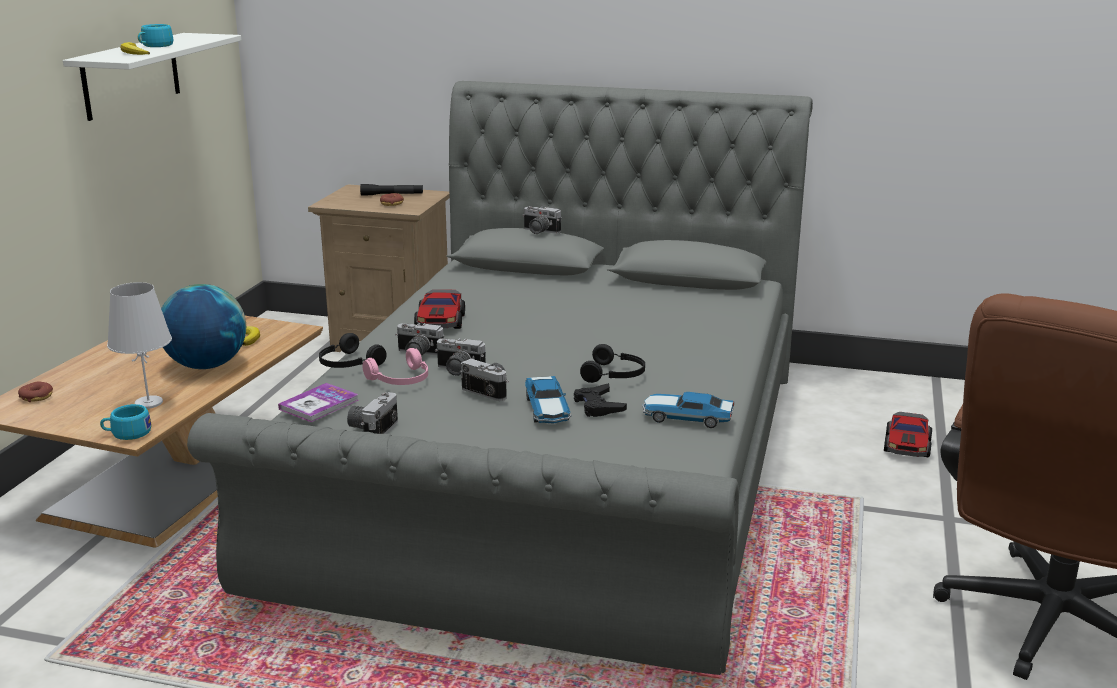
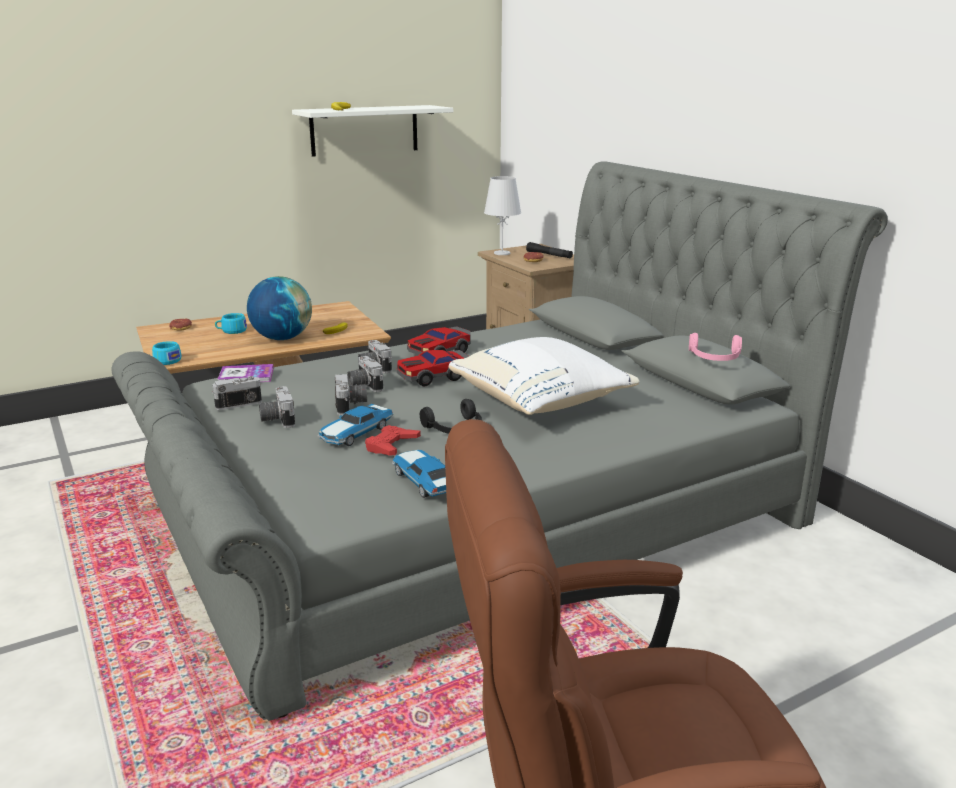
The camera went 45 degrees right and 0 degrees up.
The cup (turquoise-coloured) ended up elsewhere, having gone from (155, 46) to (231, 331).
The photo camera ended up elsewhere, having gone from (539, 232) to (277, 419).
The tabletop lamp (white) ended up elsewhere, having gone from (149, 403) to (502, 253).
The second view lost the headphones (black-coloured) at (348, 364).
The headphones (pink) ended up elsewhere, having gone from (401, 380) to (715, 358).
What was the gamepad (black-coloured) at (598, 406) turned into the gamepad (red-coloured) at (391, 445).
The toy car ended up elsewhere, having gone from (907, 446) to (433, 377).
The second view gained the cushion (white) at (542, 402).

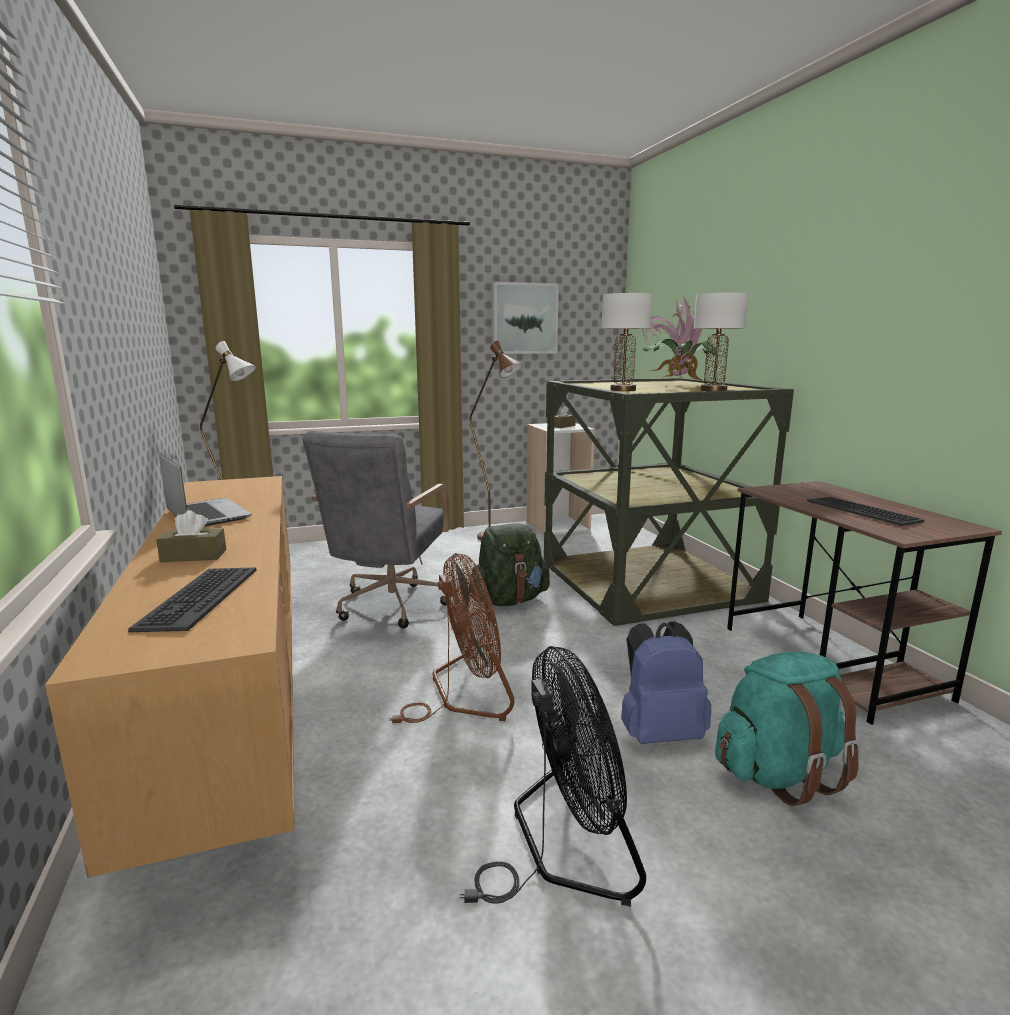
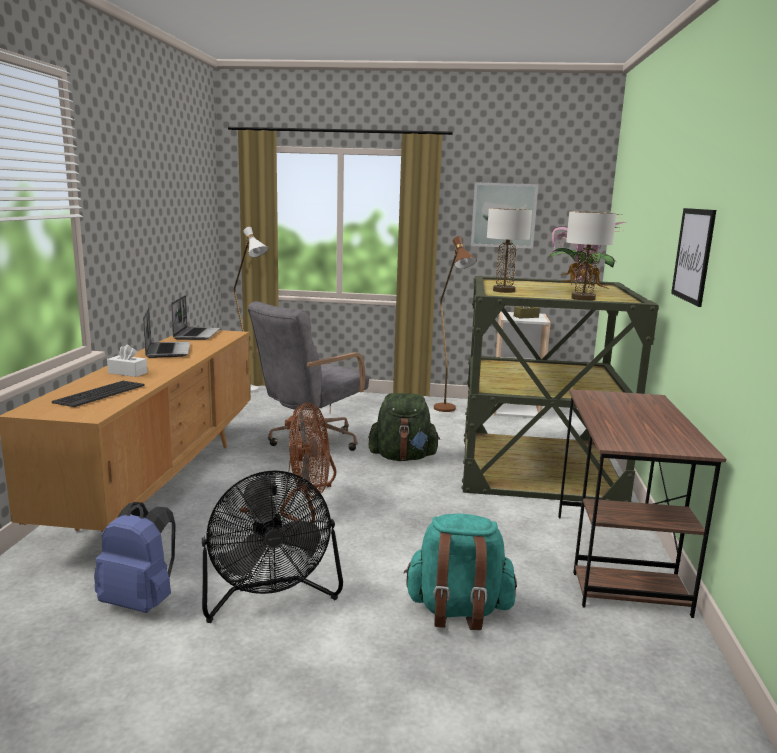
The camera went 25 degrees right and 0 degrees up.
The second view lost the computer keyboard at (863, 511).
What was the tissue box (brown-coloured) at (194, 556) turned into the tissue box (white) at (128, 373).
The backpack (blue-coloured) ended up elsewhere, having gone from (659, 733) to (141, 601).
The electric fan (black-coloured) at (555, 842) ended up facing another way, 60 degrees clockwise from before.
The second view gained the wall art at (693, 255).
The second view gained the laptop at (196, 334).

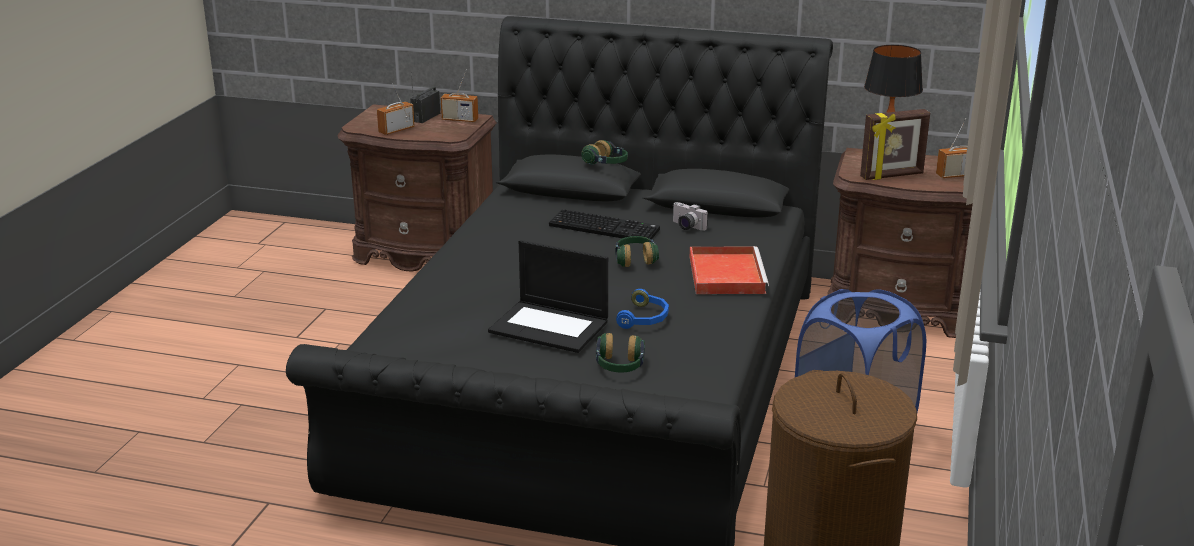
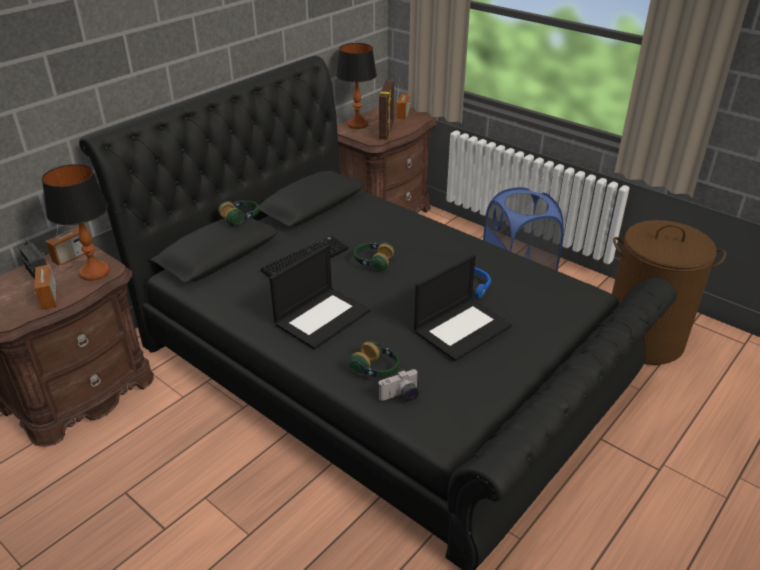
The camera went 65 degrees left and 10 degrees up.
The photo camera ended up elsewhere, having gone from (686, 227) to (400, 396).
The second view lost the tray (red-coloured) at (725, 274).
The headphones ended up elsewhere, having gone from (619, 366) to (376, 369).
The second view gained the tabletop lamp at (95, 272).
The second view gained the laptop at (322, 317).

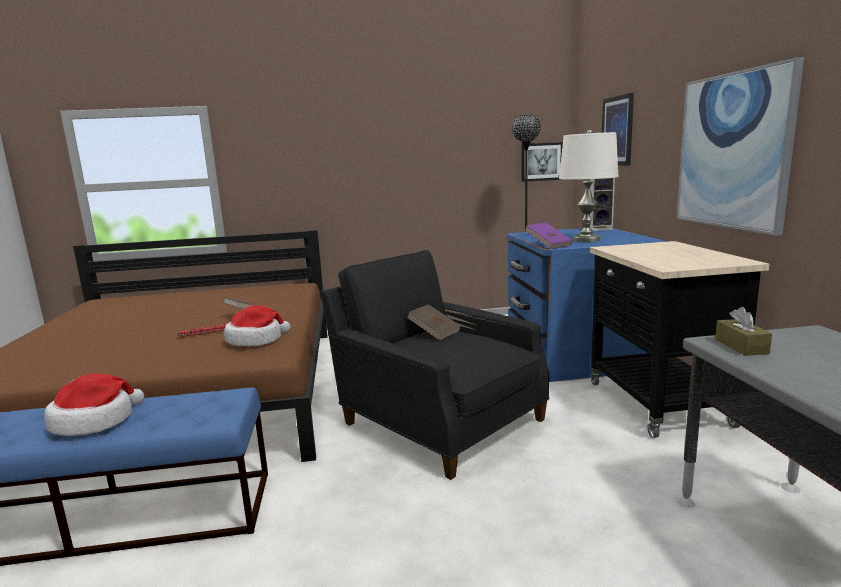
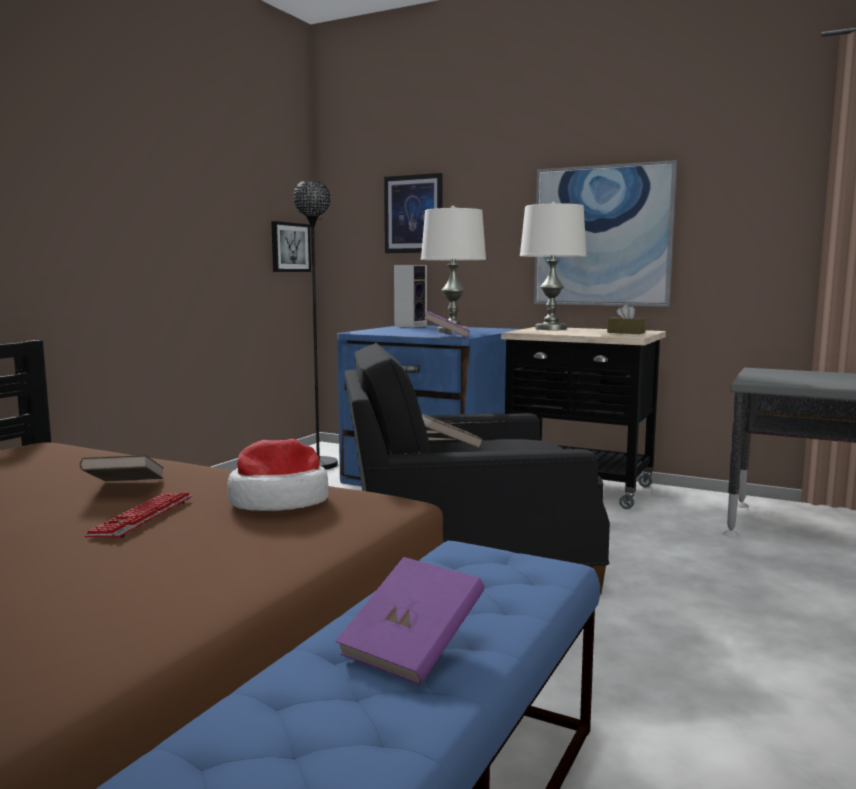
The camera went 55 degrees left and 5 degrees down.
The tissue box (brown-coloured) ended up elsewhere, having gone from (741, 346) to (626, 332).
Where the wearable hat stood at (95, 421), the bound book (purple) came to stand at (412, 648).
The second view gained the tabletop lamp (white) at (550, 329).

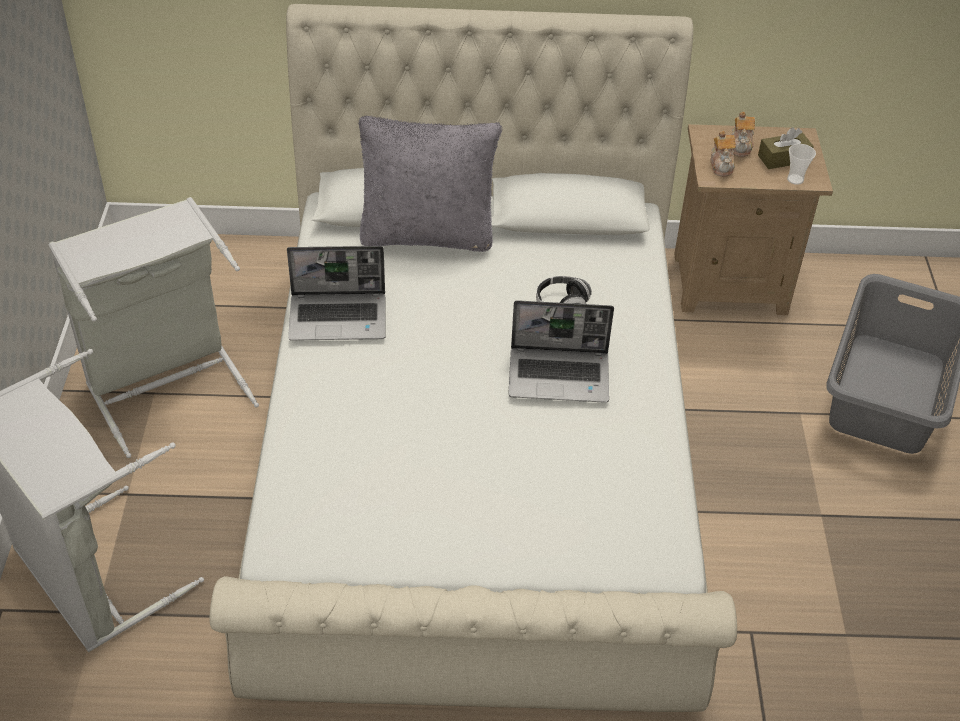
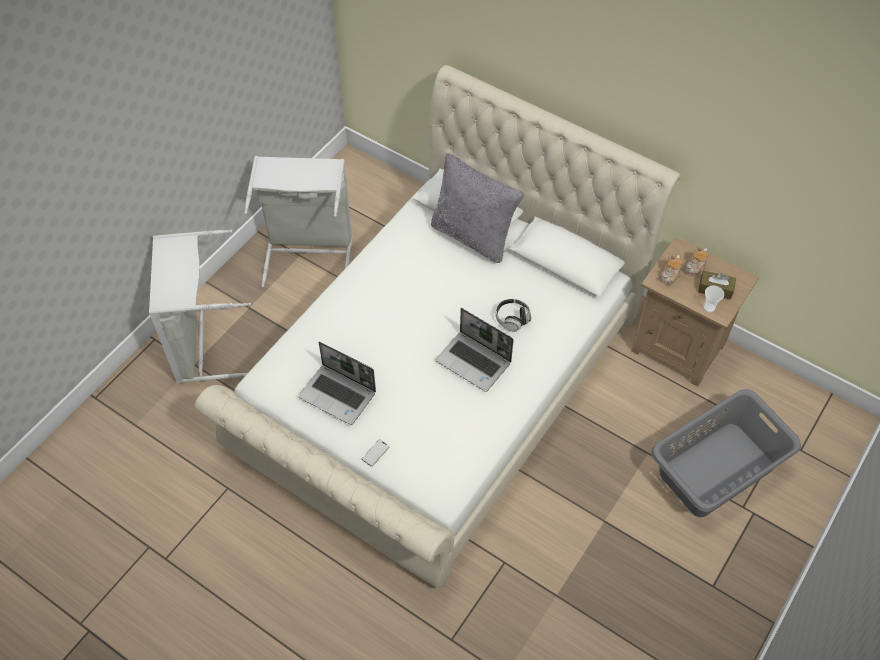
The camera went 35 degrees right and 10 degrees up.
The laptop ended up elsewhere, having gone from (339, 317) to (338, 395).
The second view gained the phone at (375, 453).

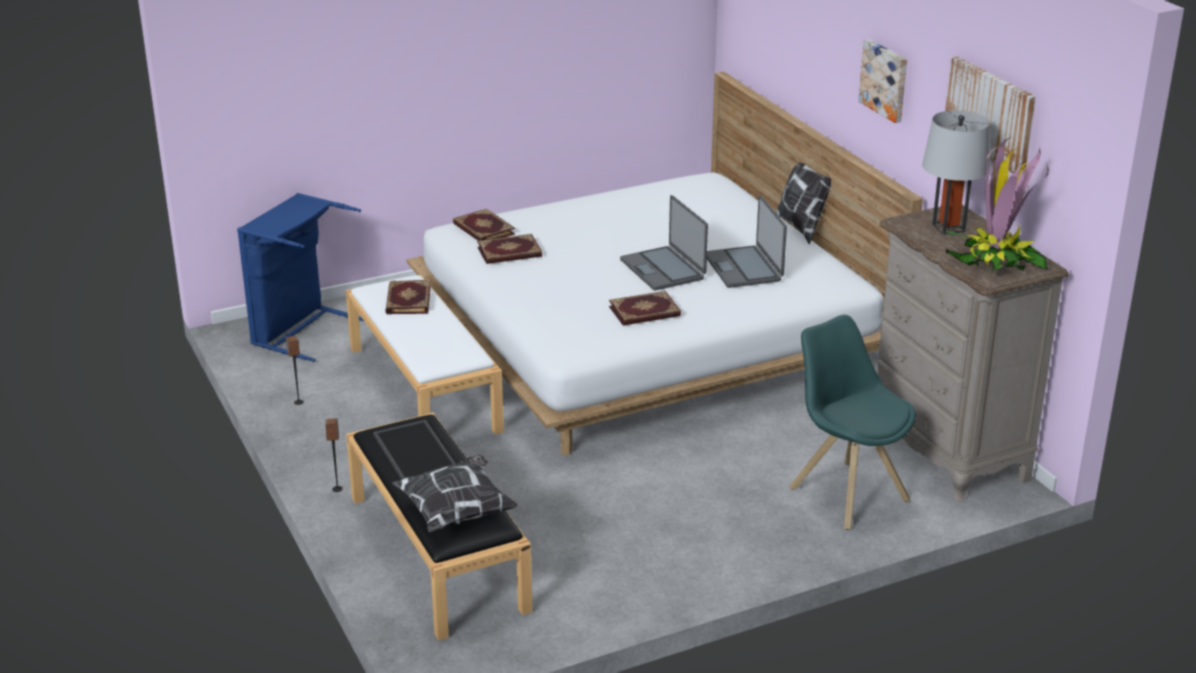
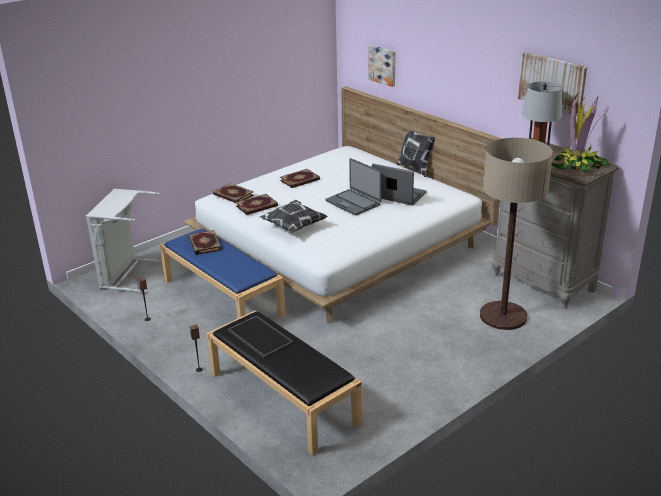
The camera went 15 degrees left and 0 degrees up.
The wall art ended up elsewhere, having gone from (885, 80) to (383, 65).
What was the hamper (blue-coloured) at (301, 330) turned into the hamper (gray) at (128, 274).
The laptop at (744, 268) ended up facing another way, 150 degrees clockwise from before.
What was the indoor bench (white) at (425, 389) turned into the indoor bench (blue-coloured) at (224, 297).
The bound book ended up elsewhere, having gone from (645, 312) to (300, 180).
Where the chair (turquoise-coloured) stood at (847, 493), the standard lamp came to stand at (503, 316).
The cushion ended up elsewhere, having gone from (457, 511) to (294, 226).

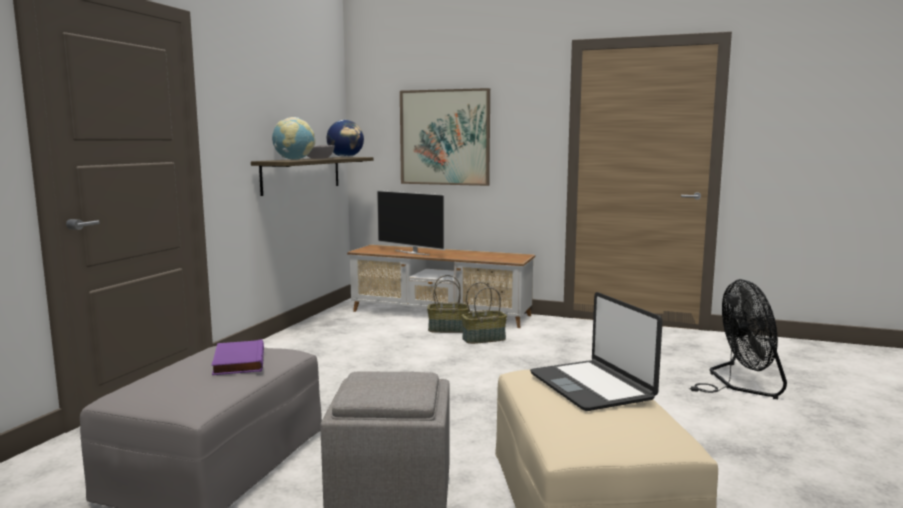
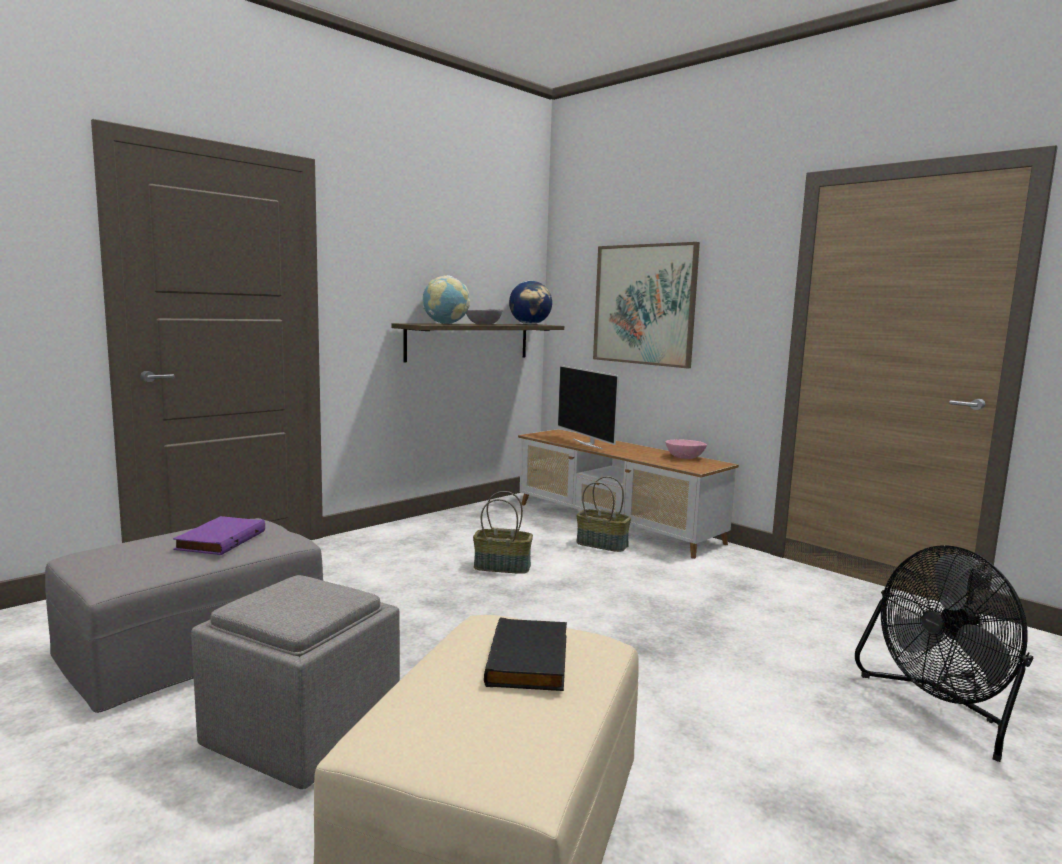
The camera went 25 degrees right and 0 degrees up.
The electric fan (black-coloured) at (735, 382) ended up facing another way, 135 degrees clockwise from before.
The household basket ended up elsewhere, having gone from (484, 339) to (503, 566).
Where the laptop stood at (592, 386), the bound book (black-coloured) came to stand at (531, 661).
The second view gained the bowl (pink) at (684, 457).

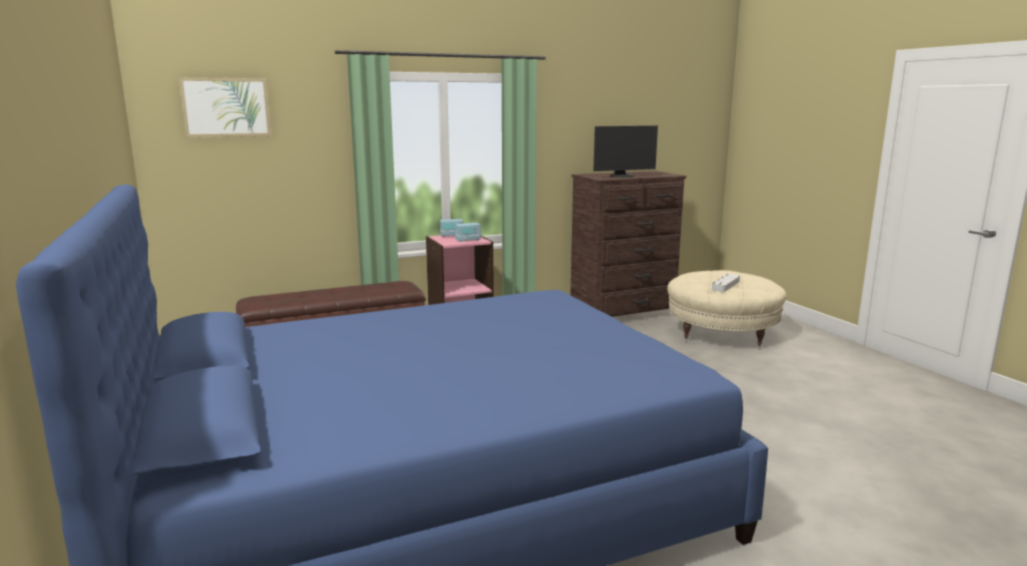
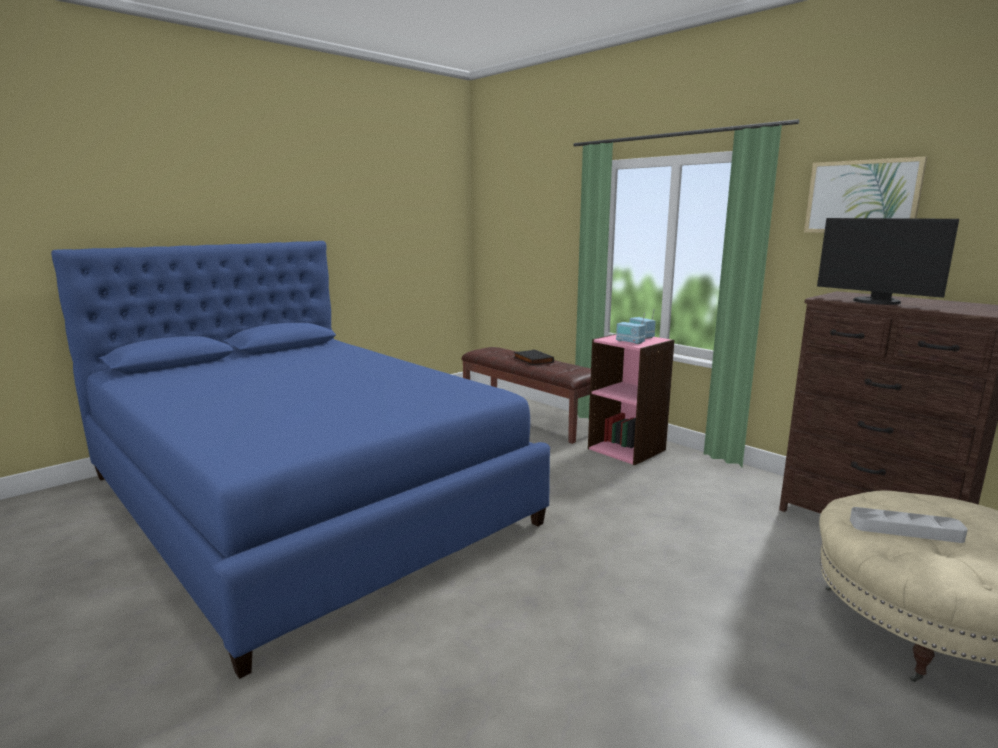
The camera went 70 degrees right and 0 degrees up.
The wall art ended up elsewhere, having gone from (226, 107) to (862, 197).
The second view gained the bound book (black-coloured) at (532, 360).

